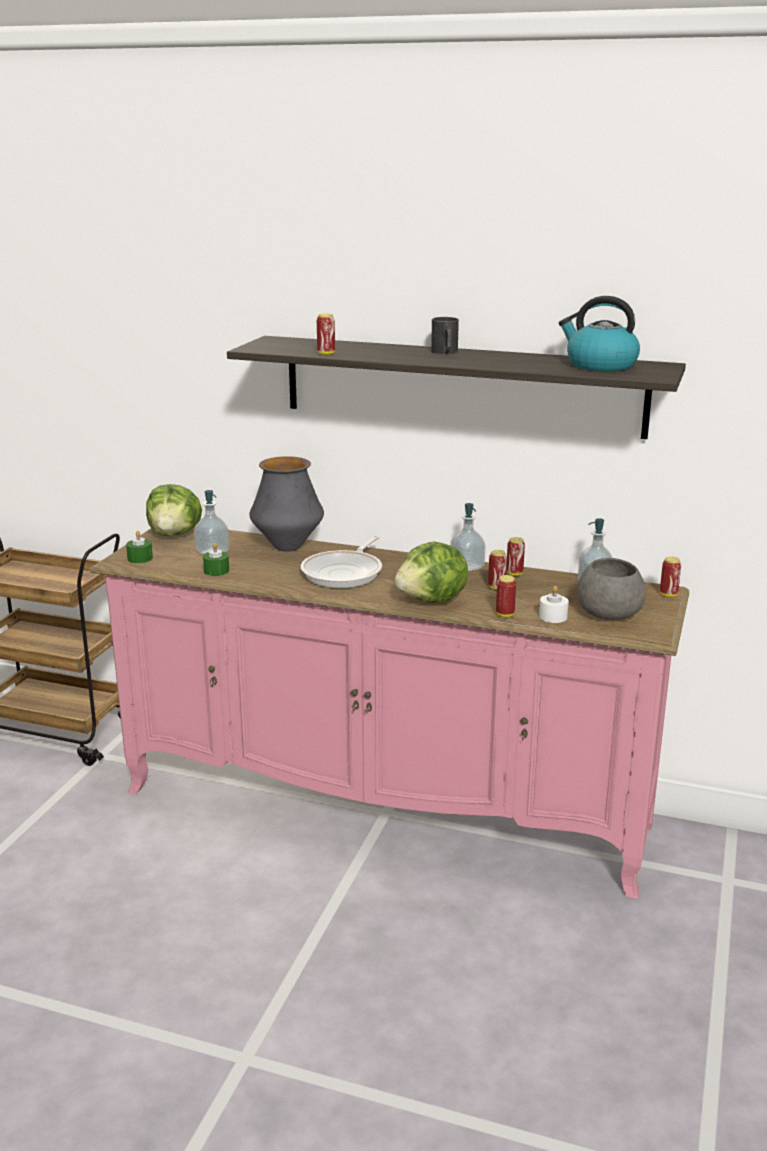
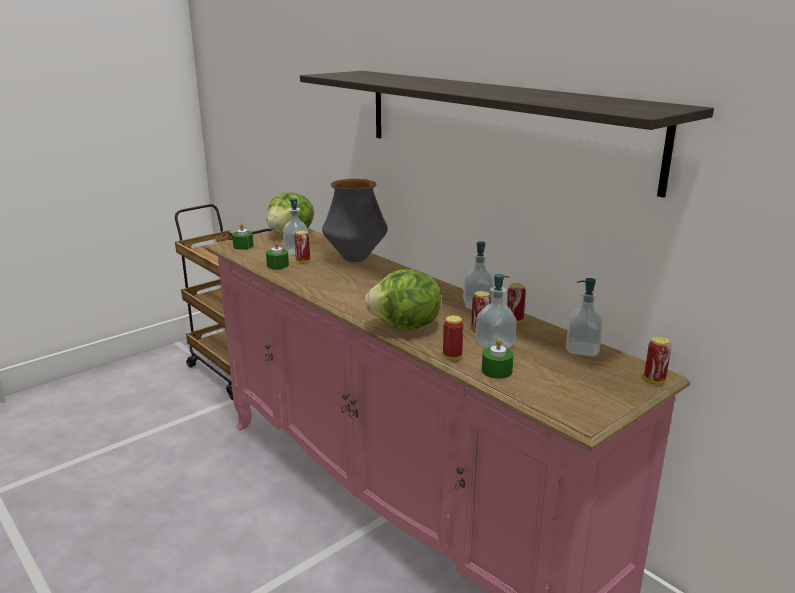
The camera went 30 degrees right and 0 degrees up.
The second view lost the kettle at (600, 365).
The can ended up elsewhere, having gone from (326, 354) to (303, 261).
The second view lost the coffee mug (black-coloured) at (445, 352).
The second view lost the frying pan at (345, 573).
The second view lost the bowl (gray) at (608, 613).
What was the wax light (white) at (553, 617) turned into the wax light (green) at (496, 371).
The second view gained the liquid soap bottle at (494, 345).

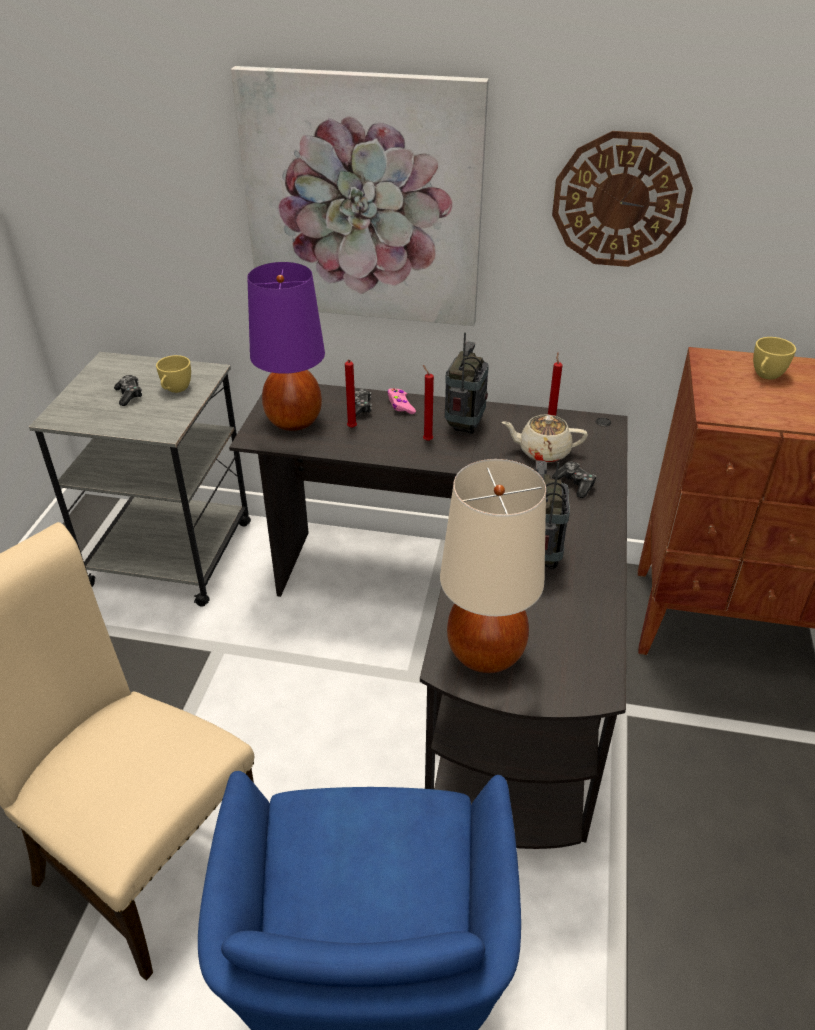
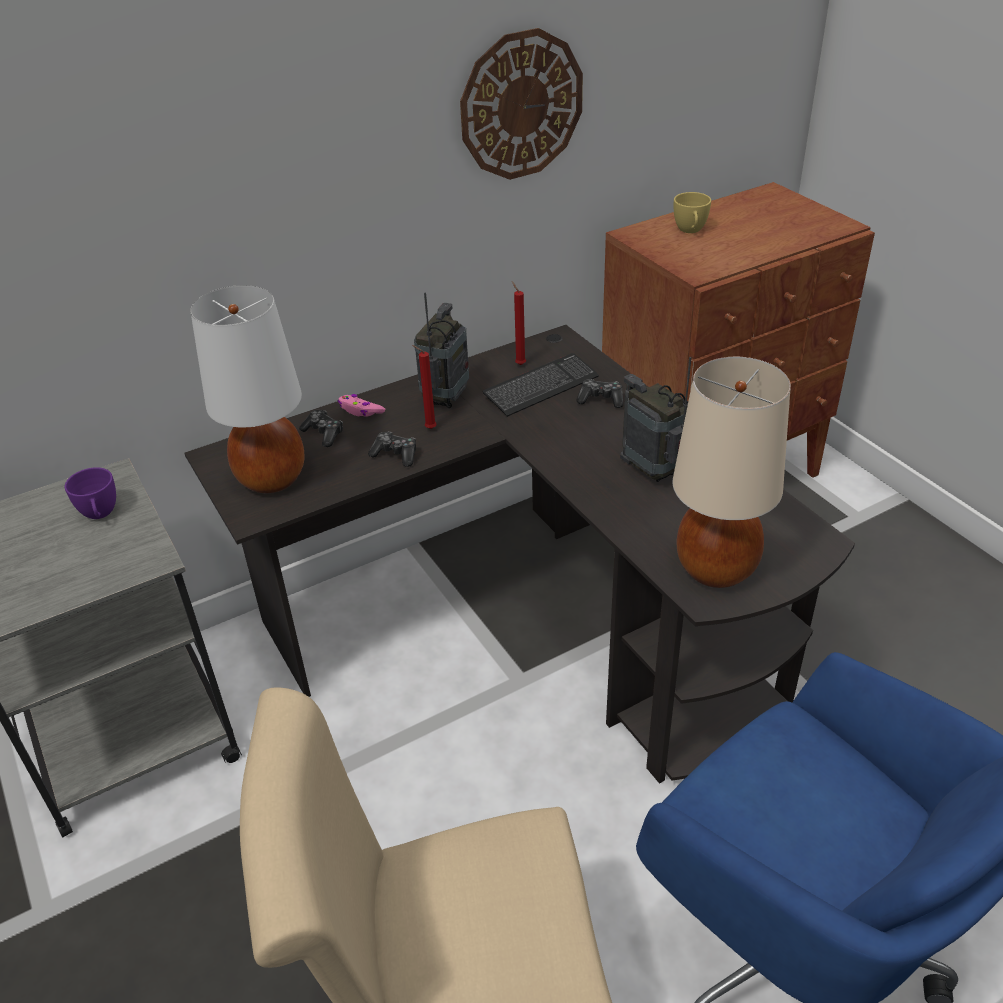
The camera went 40 degrees left and 0 degrees up.
The second view lost the wall art at (363, 201).
What was the tabletop lamp (purple) at (293, 421) turned into the tabletop lamp (white) at (270, 479).
The radio set at (465, 426) ended up facing another way, 45 degrees clockwise from before.
What was the cup (yellow) at (175, 390) turned into the cup (purple) at (100, 514).
The second view lost the wax light (red-coloured) at (351, 428).
The gamepad ended up elsewhere, having gone from (129, 395) to (395, 455).
Where the tea pot (beige) stood at (542, 452), the computer keyboard came to stand at (541, 387).

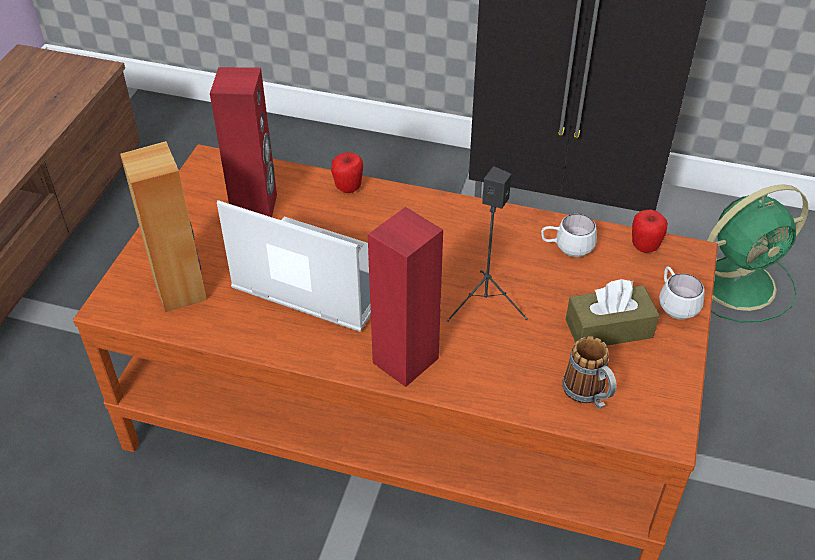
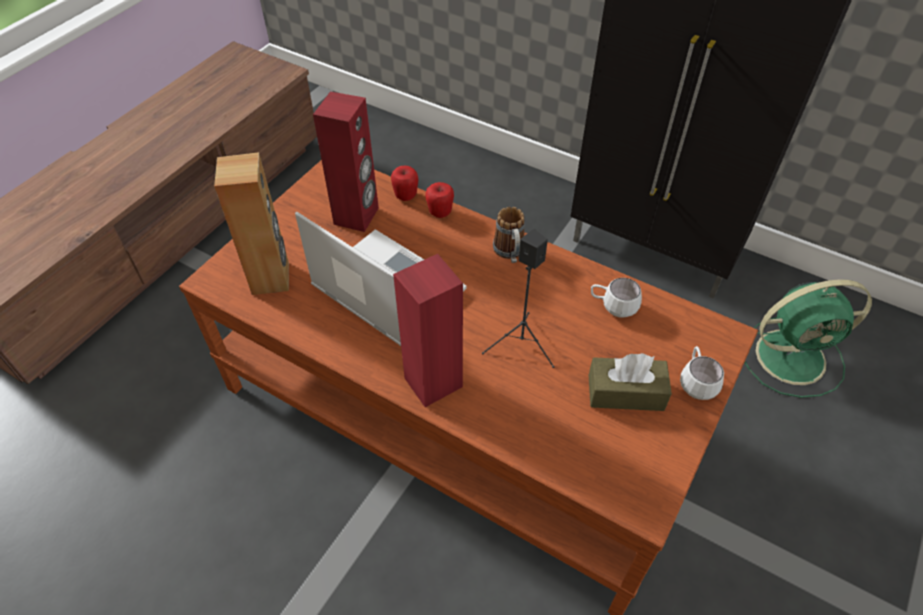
The camera went 15 degrees right and 5 degrees up.
The apple fruit ended up elsewhere, having gone from (644, 246) to (406, 196).
The coffee mug ended up elsewhere, having gone from (588, 395) to (510, 253).

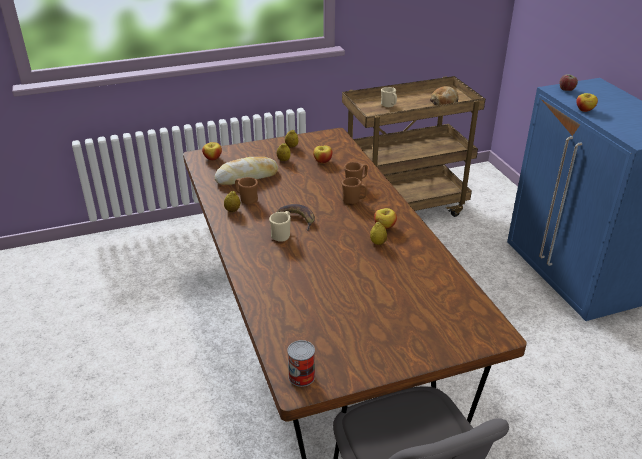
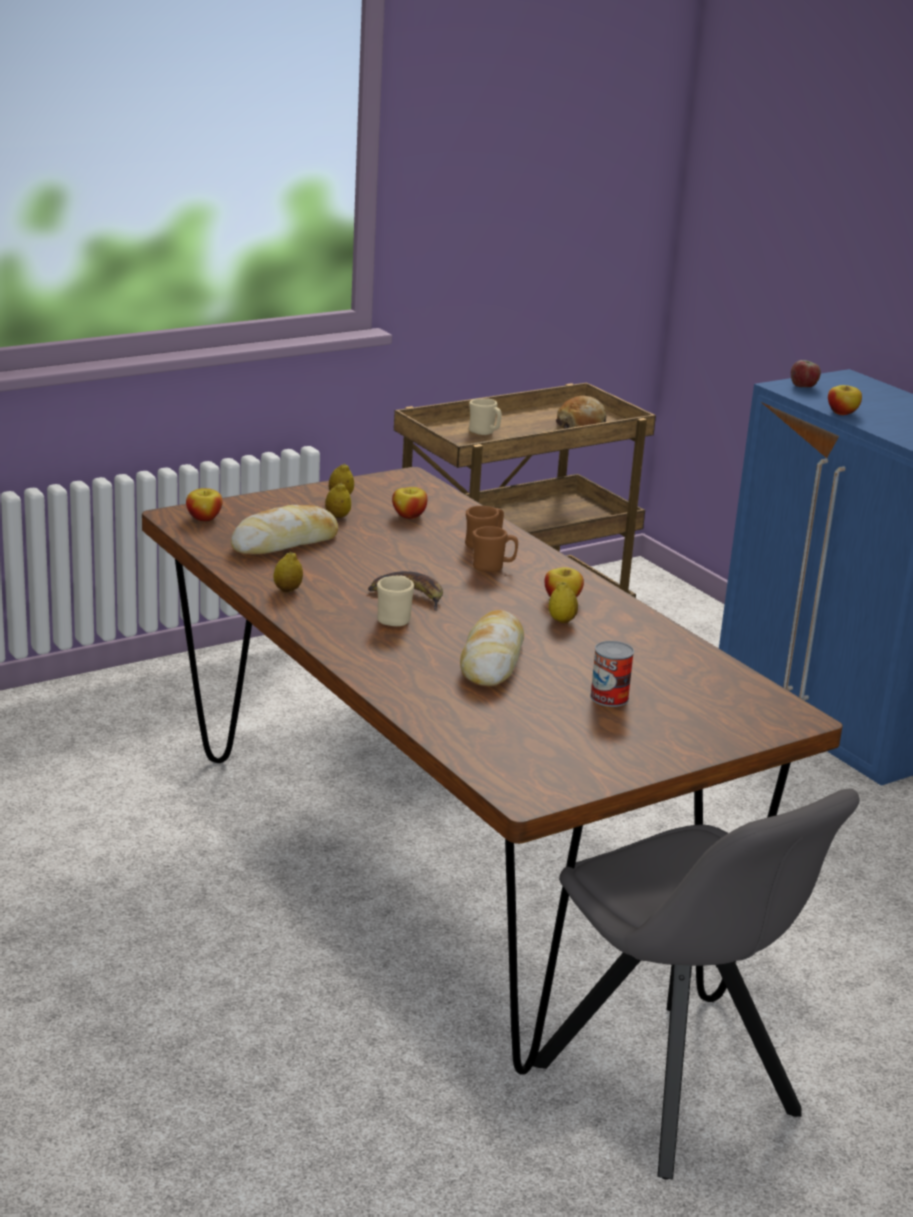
The camera went 15 degrees left and 10 degrees down.
The second view lost the coffee mug (brown-coloured) at (246, 199).
The can ended up elsewhere, having gone from (301, 376) to (609, 697).
The second view gained the bread at (492, 660).

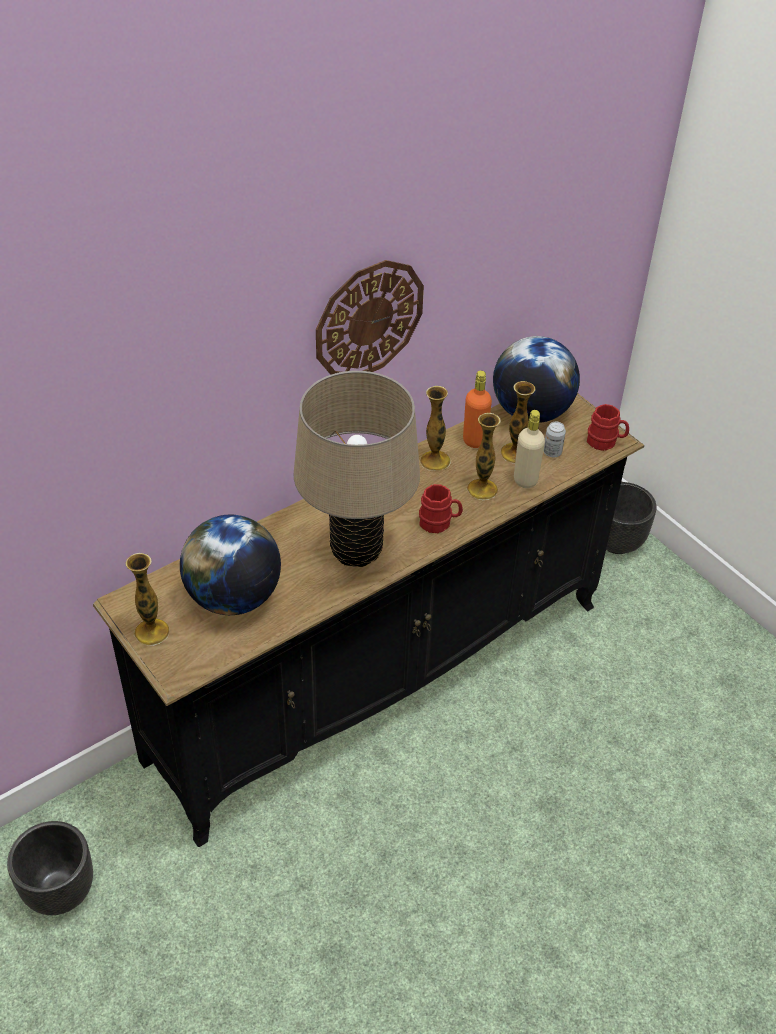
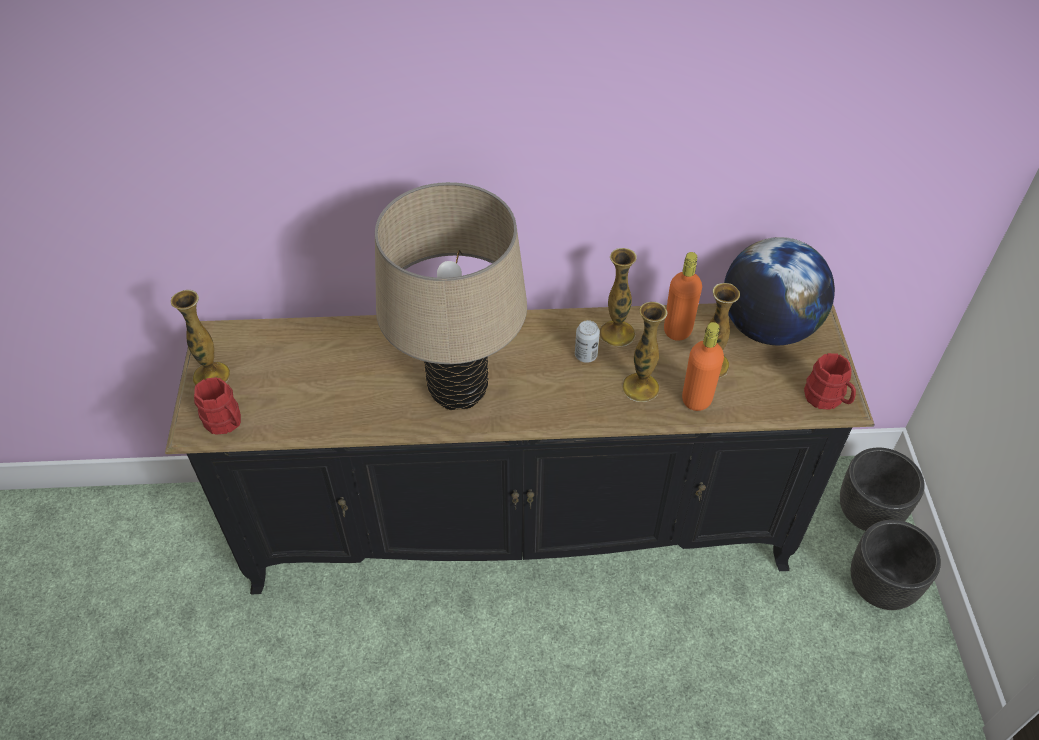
The camera went 35 degrees right and 5 degrees up.
The second view lost the clock on the wall at (368, 319).
What was the beverage bottle (beige) at (525, 480) turned into the beverage bottle (orange) at (696, 399).
The can ended up elsewhere, having gone from (552, 452) to (586, 355).
The coffee mug (red-coloured) ended up elsewhere, having gone from (439, 523) to (226, 423).
The second view lost the desk globe at (233, 597).
The planter (black-coloured) ended up elsewhere, having gone from (59, 892) to (878, 587).

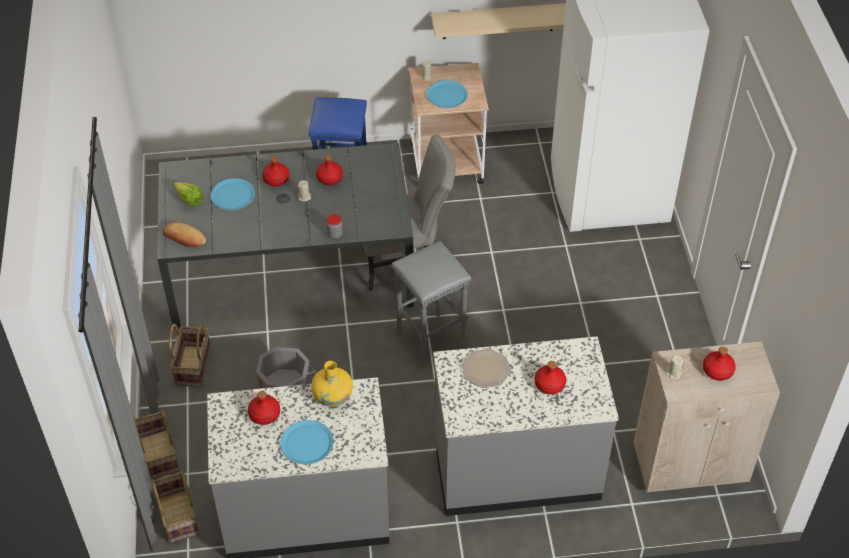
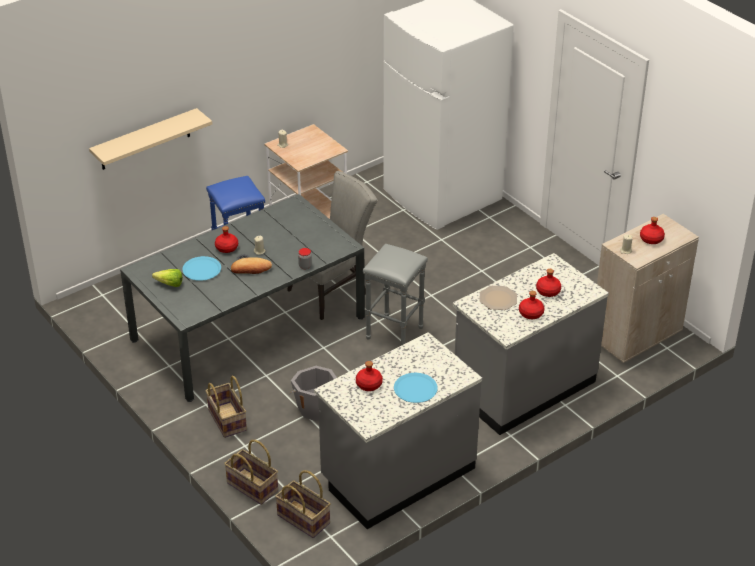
The camera went 30 degrees left and 10 degrees down.
The bracket shelf (beige) ended up elsewhere, having gone from (498, 21) to (145, 140).
The second view lost the plate (blue-coloured) at (447, 95).
The beverage bottle (red-coloured) ended up elsewhere, having gone from (329, 178) to (530, 313).
The bread ended up elsewhere, having gone from (184, 237) to (251, 269).
The second view lost the decorative vase (yellow) at (333, 396).

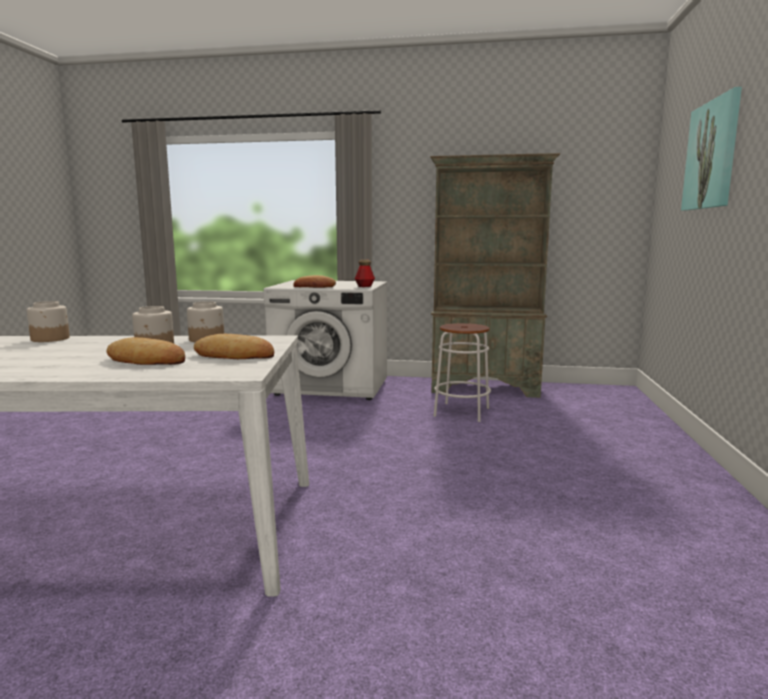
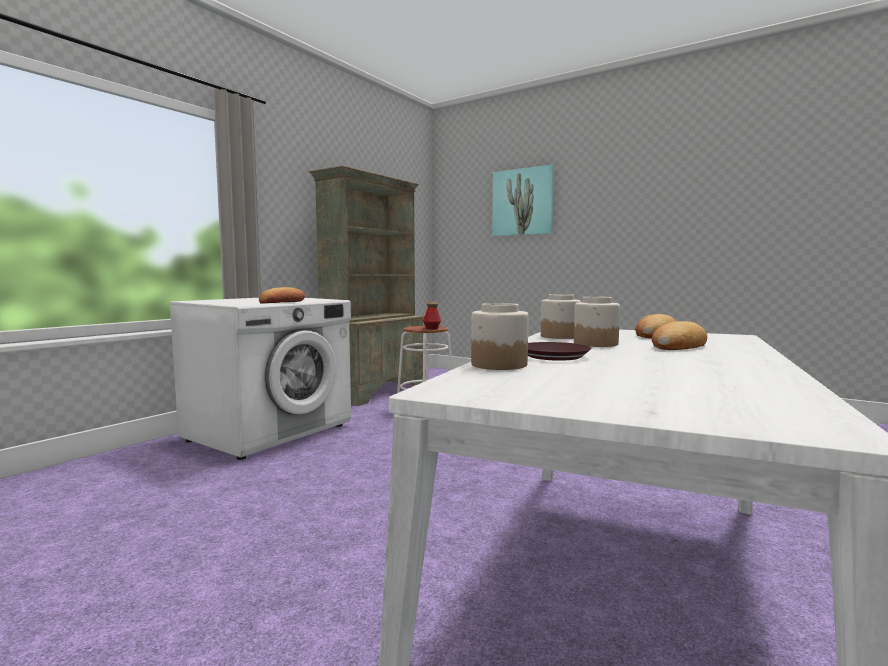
The camera went 65 degrees left and 5 degrees down.
The beverage bottle ended up elsewhere, having gone from (364, 286) to (432, 328).
The second view gained the plate (brown-coloured) at (554, 356).

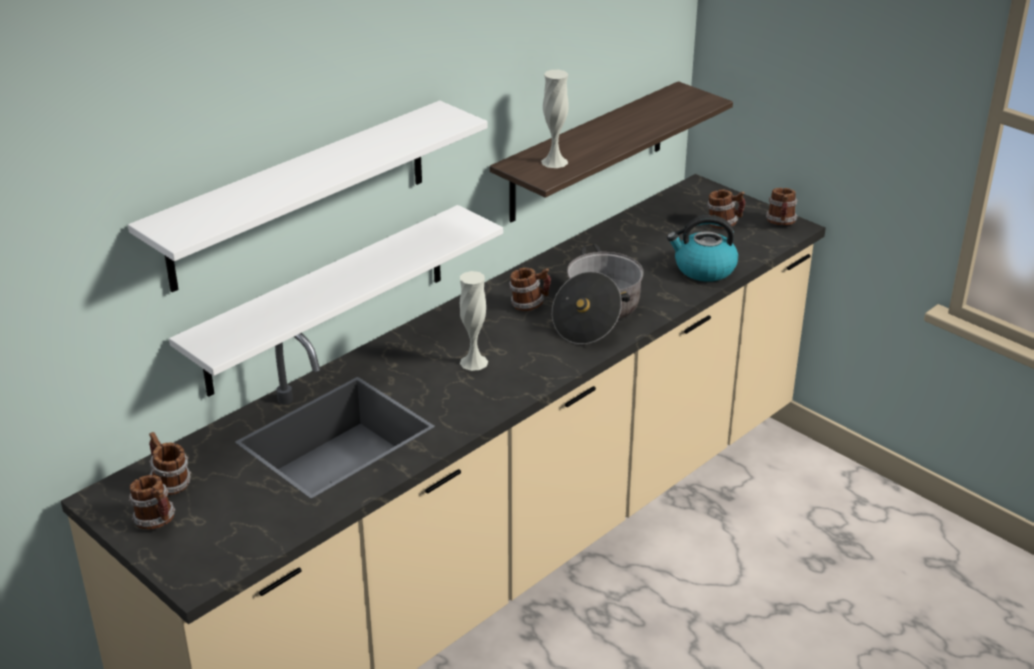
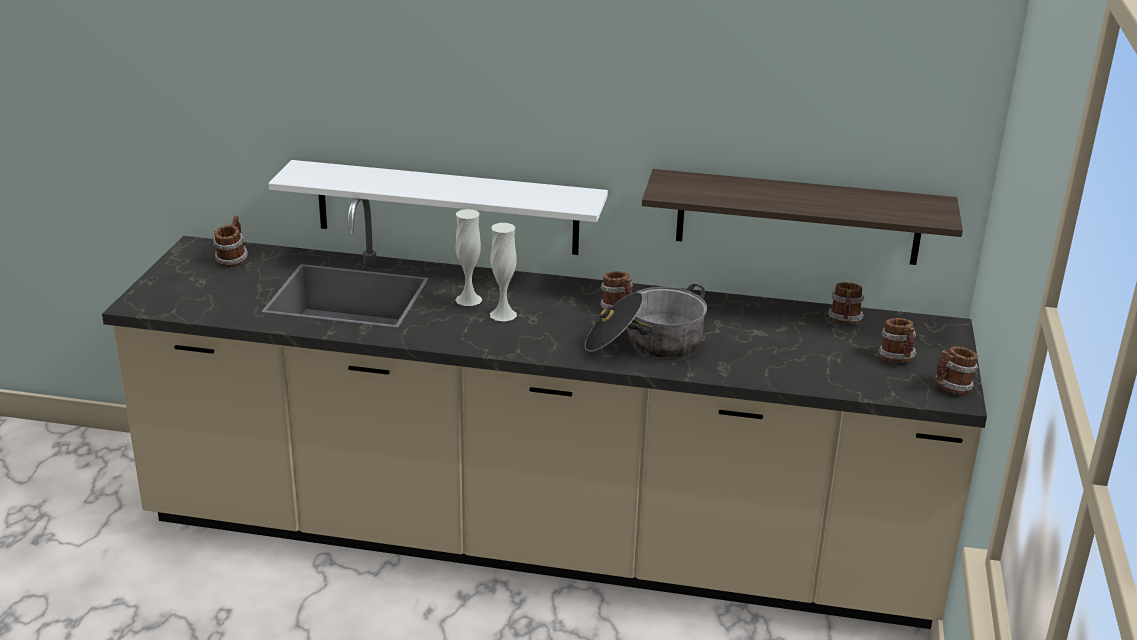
The camera went 55 degrees right and 5 degrees down.
The decorative vase (white) ended up elsewhere, having gone from (554, 162) to (468, 299).
The second view lost the bracket shelf (white) at (300, 195).
The second view lost the kettle at (703, 269).
The coffee mug ended up elsewhere, having gone from (157, 521) to (844, 322).

